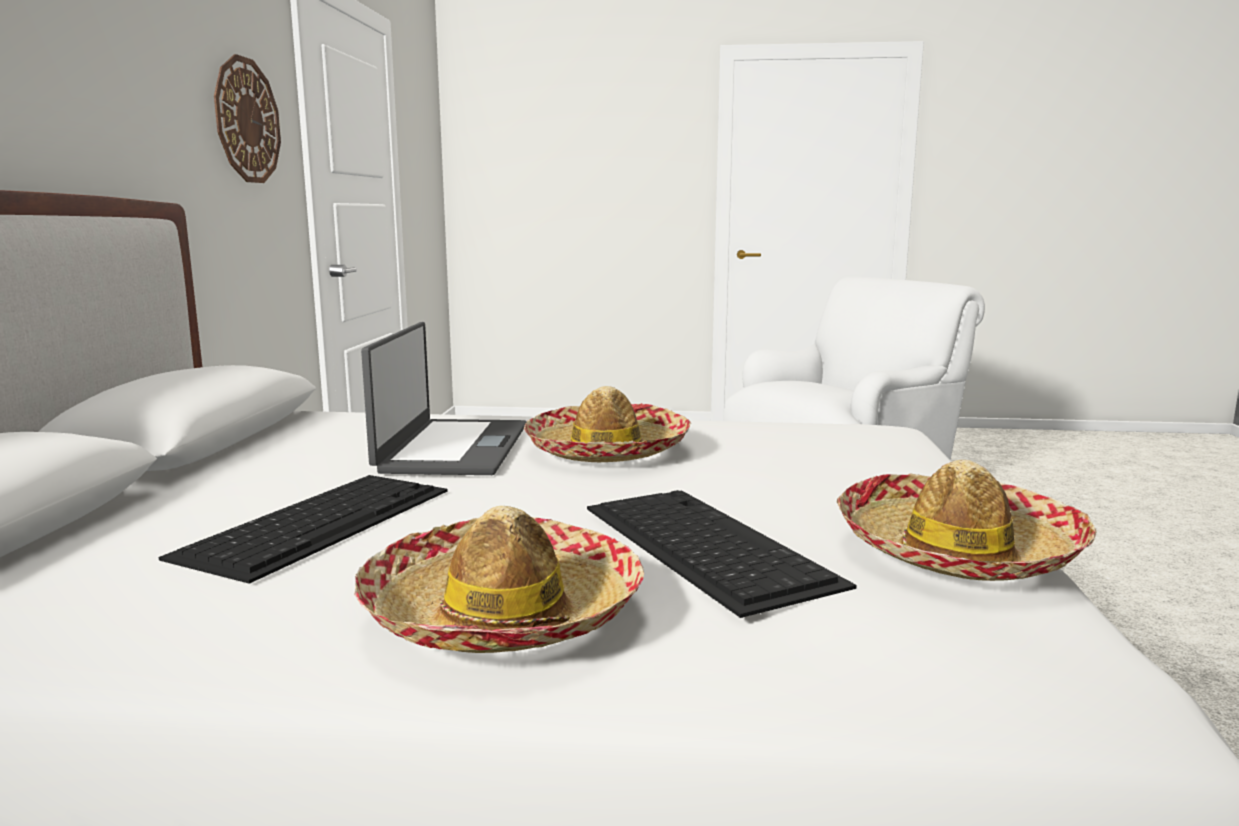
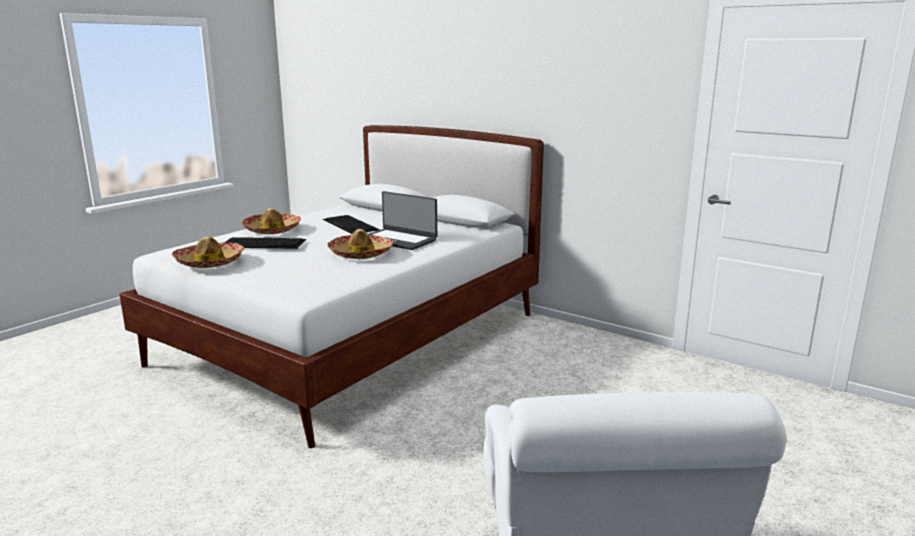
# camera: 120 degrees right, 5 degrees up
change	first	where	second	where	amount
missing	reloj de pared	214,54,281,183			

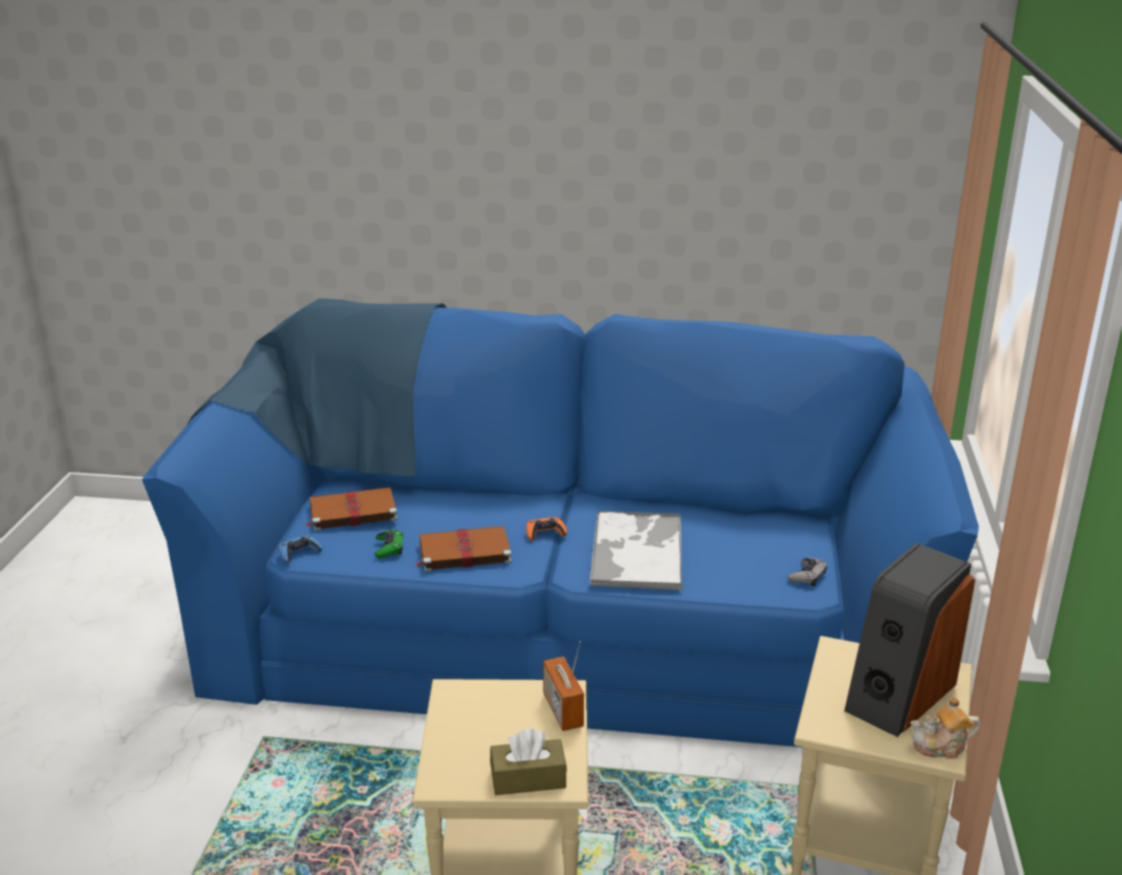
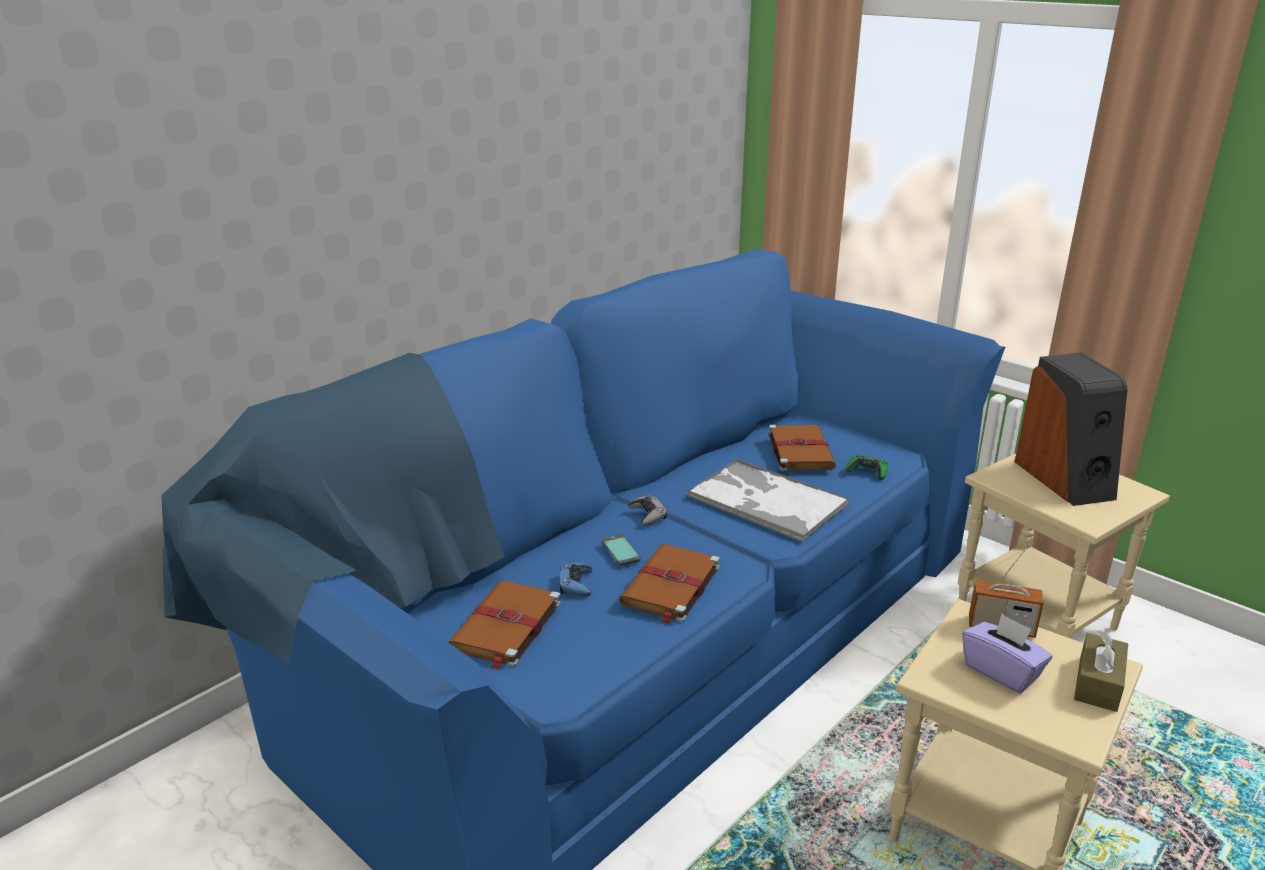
# camera: 55 degrees left, 0 degrees up
change	first	where	second	where	amount
missing	mando de consola [naranja]	526,517,567,541			
relocated	mando de consola [verde]	375,529,403,558		846,455,888,480	
relocated	mando de consola [azul]	278,535,322,563		559,562,592,597	
relocated	mando de consola [gris]	787,558,827,586		628,495,667,526	
missing	tetera	910,696,980,759			
appeared			libro [marrón]	768,425,836,471	
appeared			móvil	602,534,641,566	
appeared			caja de pañuelos [morado]	962,614,1052,693	

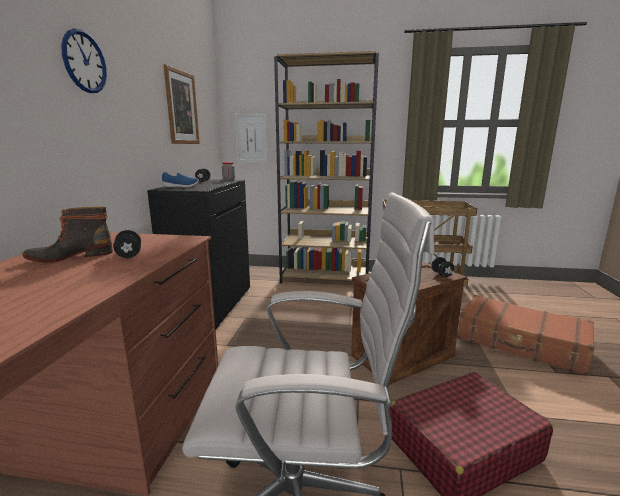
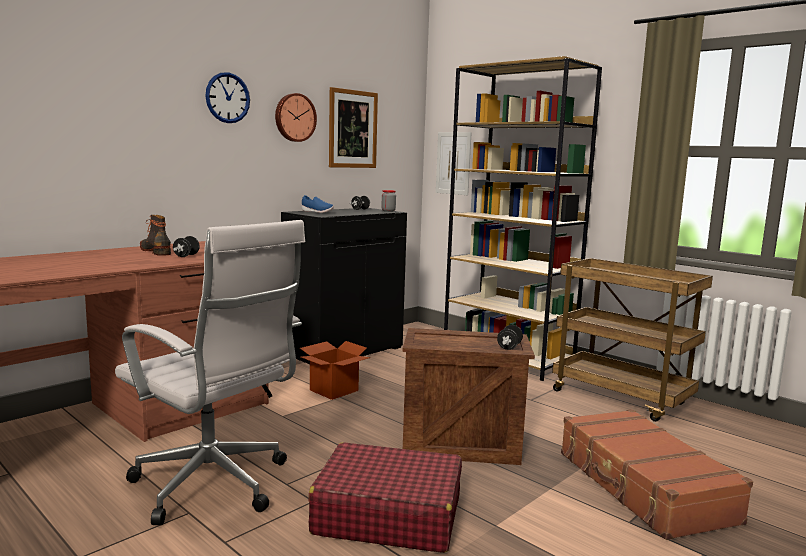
# camera: 35 degrees right, 5 degrees down
change	first	where	second	where	amount
spun	bota	22,207,113,263		140,215,171,256	45 degrees clockwise
appeared			reloj de pared	275,93,317,142	
appeared			caja de cartón	300,341,371,400	

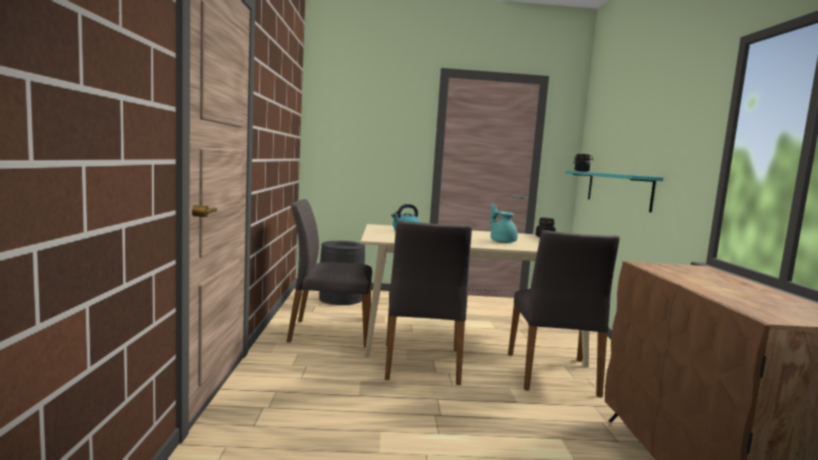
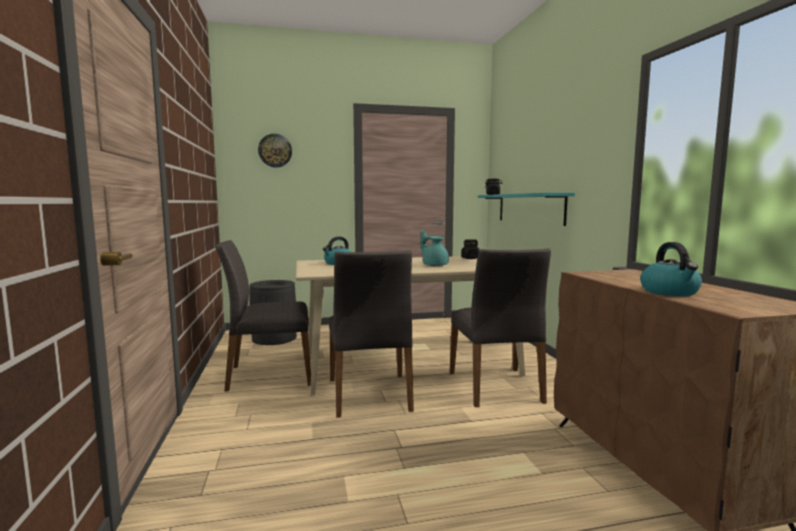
# camera: 10 degrees left, 0 degrees up
change	first	where	second	where	amount
appeared			reloj de pared	258,134,292,168	
appeared			hervidor	640,242,702,296	

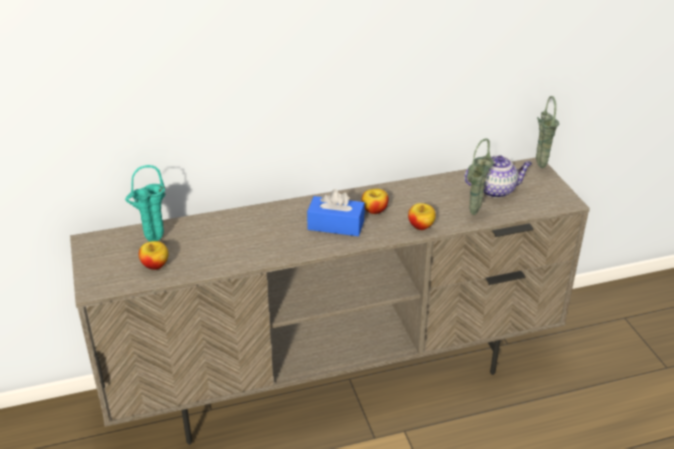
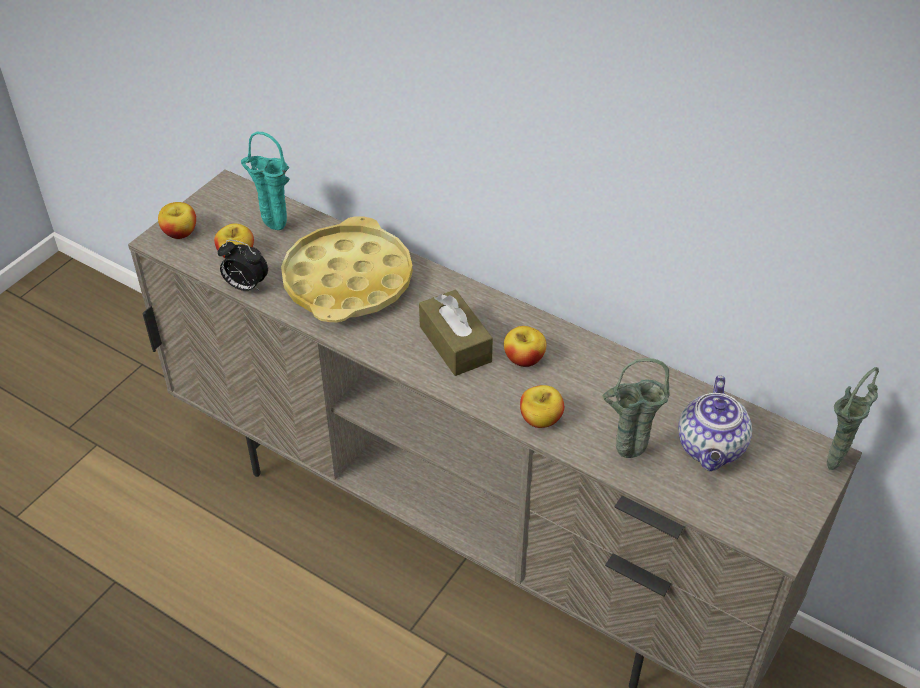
# camera: 50 degrees right, 10 degrees up
change	first	where	second	where	amount
spun	tetera	464,155,532,198		678,375,752,471	60 degrees clockwise
colour	caja de pañuelos [azul]	307,189,365,236	caja de pañuelos [marrón]	419,290,493,376	
appeared			manzana	158,202,196,239	
appeared			bandeja [amarillo]	281,216,413,323	
appeared			despertador	218,239,268,292	

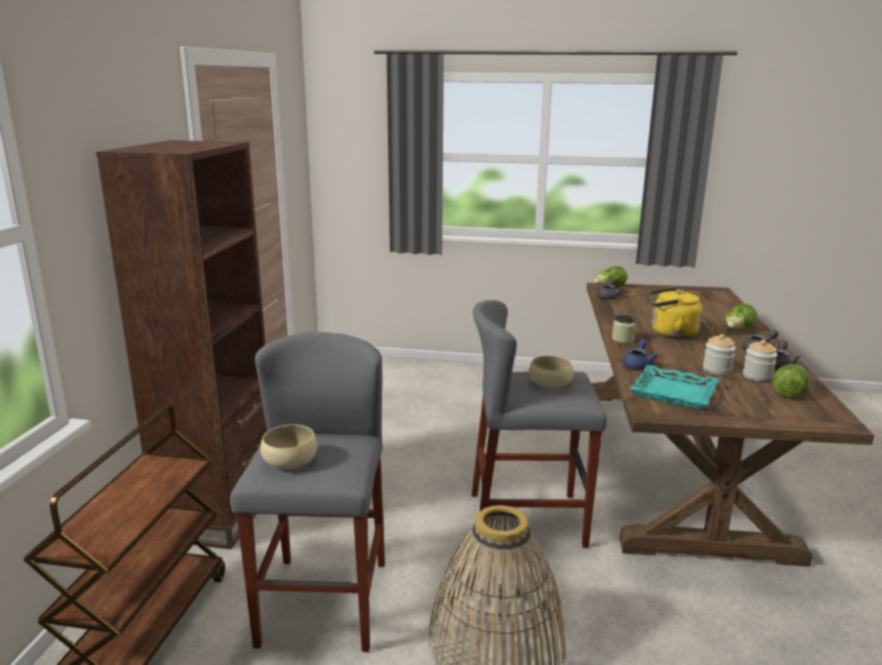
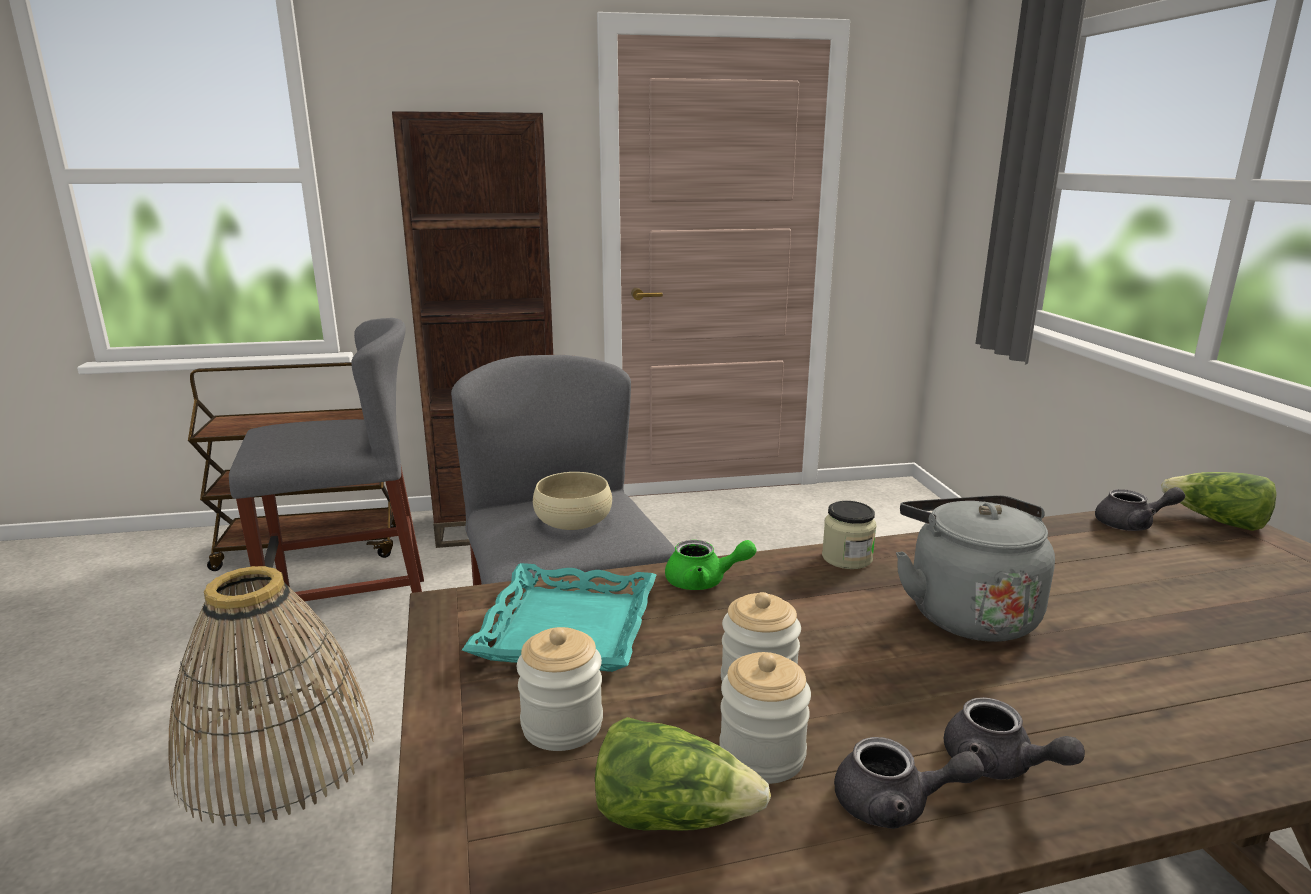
# camera: 70 degrees right, 0 degrees up
change	first	where	second	where	amount
colour	hervidor [amarillo]	650,287,702,339	hervidor [gris]	896,495,1055,642	
missing	lechuga	725,303,758,330			
colour	tetera [azul]	622,339,658,370	tetera [verde]	665,540,757,590	
missing	cuenco [beis]	260,425,318,469			
appeared			tarro	517,627,603,751	

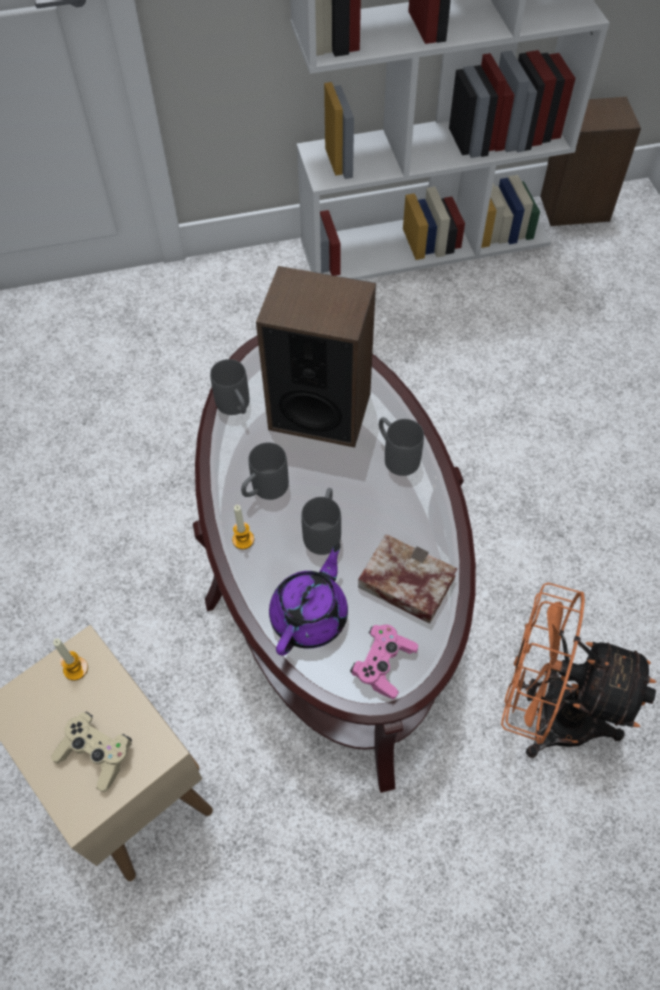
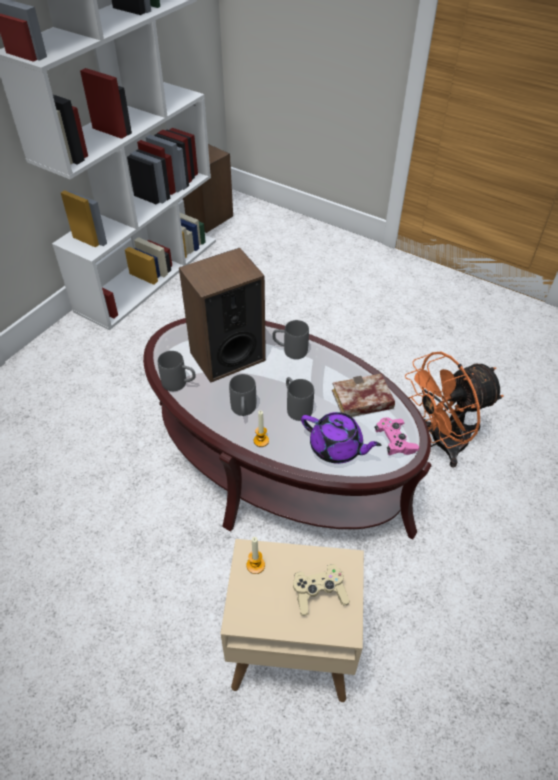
# camera: 45 degrees left, 10 degrees down
change	first	where	second	where	amount
spun	tetera [morado]	269,543,348,656		301,412,381,464	135 degrees clockwise

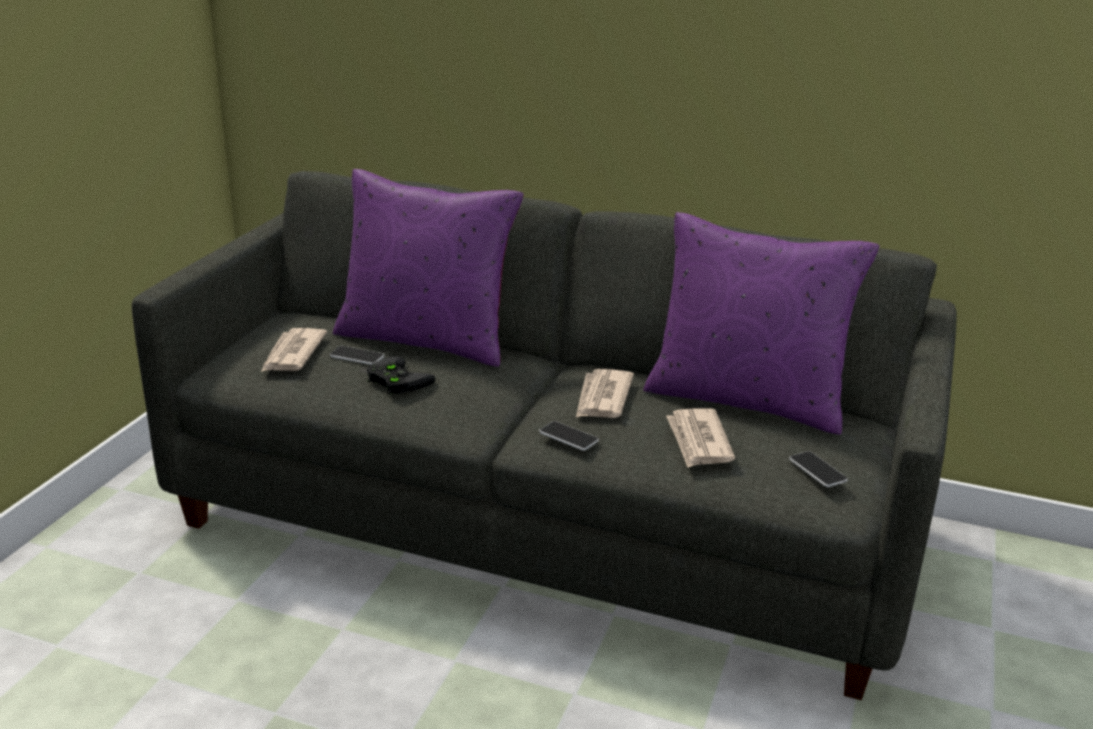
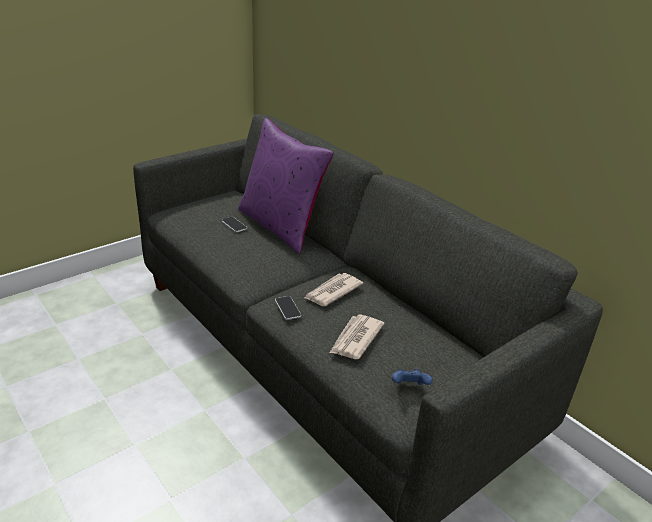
# camera: 30 degrees right, 5 degrees up
change	first	where	second	where	amount
missing	cojín [morado]	643,212,879,435			
missing	periódico	261,328,327,372			
missing	mando de consola [negro]	367,356,435,394			
exchanged	móvil	789,451,848,487	mando de consola [azul]	392,369,432,385	

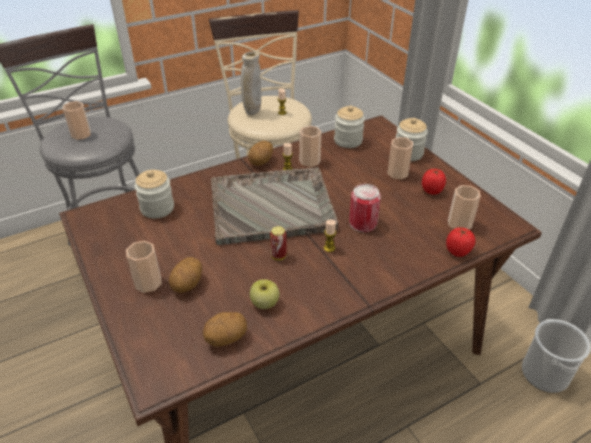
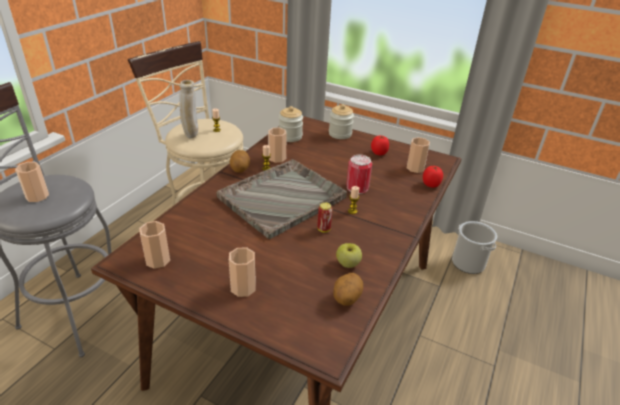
# camera: 35 degrees left, 5 degrees down
change	first	where	second	where	amount
relocated	taza	387,137,413,179		139,221,170,269	
missing	tarro	135,170,174,219			
missing	patata	169,257,202,293			

